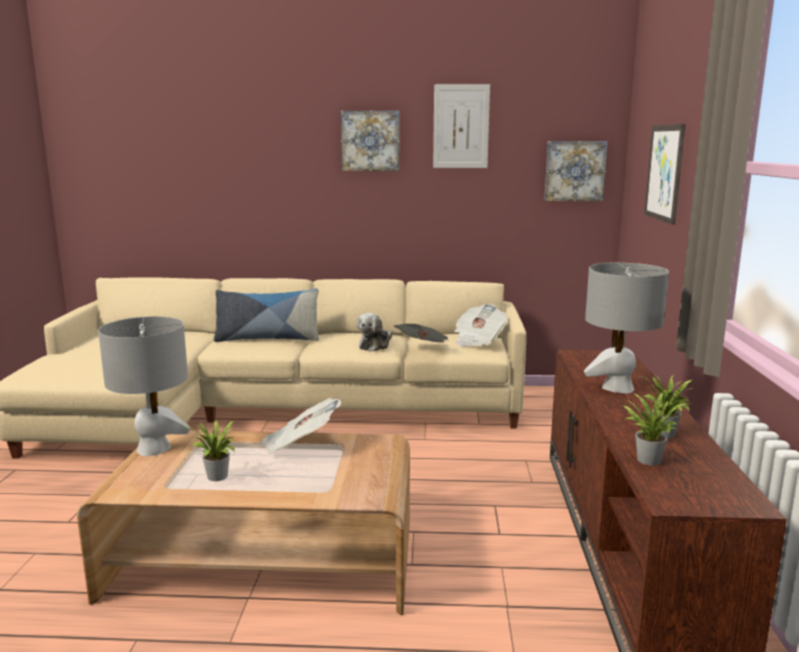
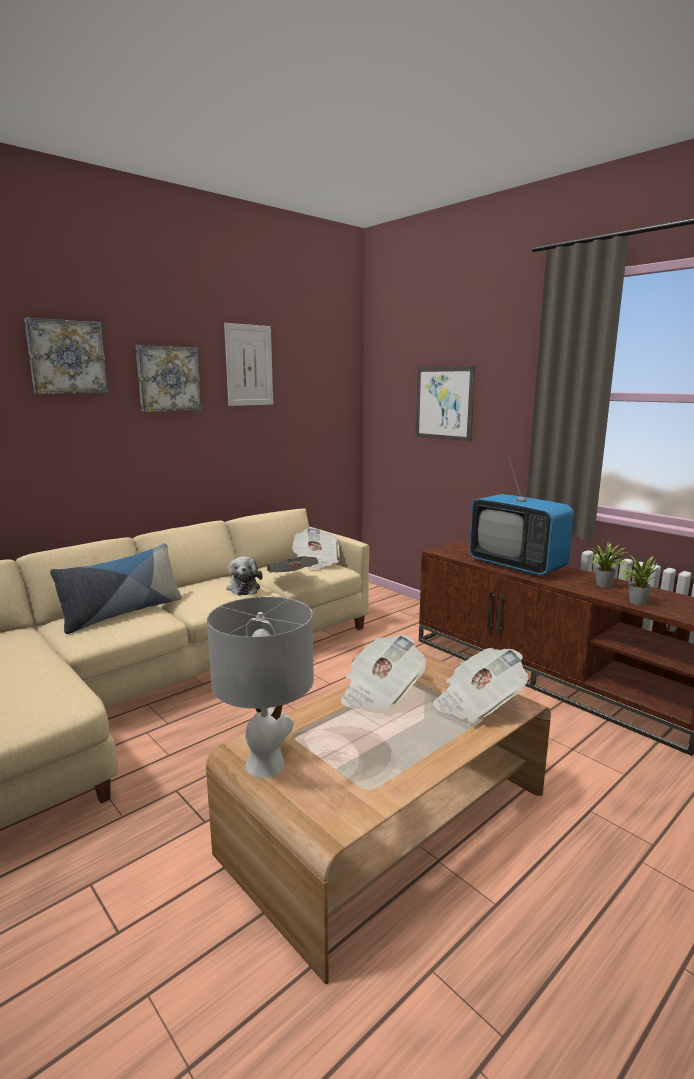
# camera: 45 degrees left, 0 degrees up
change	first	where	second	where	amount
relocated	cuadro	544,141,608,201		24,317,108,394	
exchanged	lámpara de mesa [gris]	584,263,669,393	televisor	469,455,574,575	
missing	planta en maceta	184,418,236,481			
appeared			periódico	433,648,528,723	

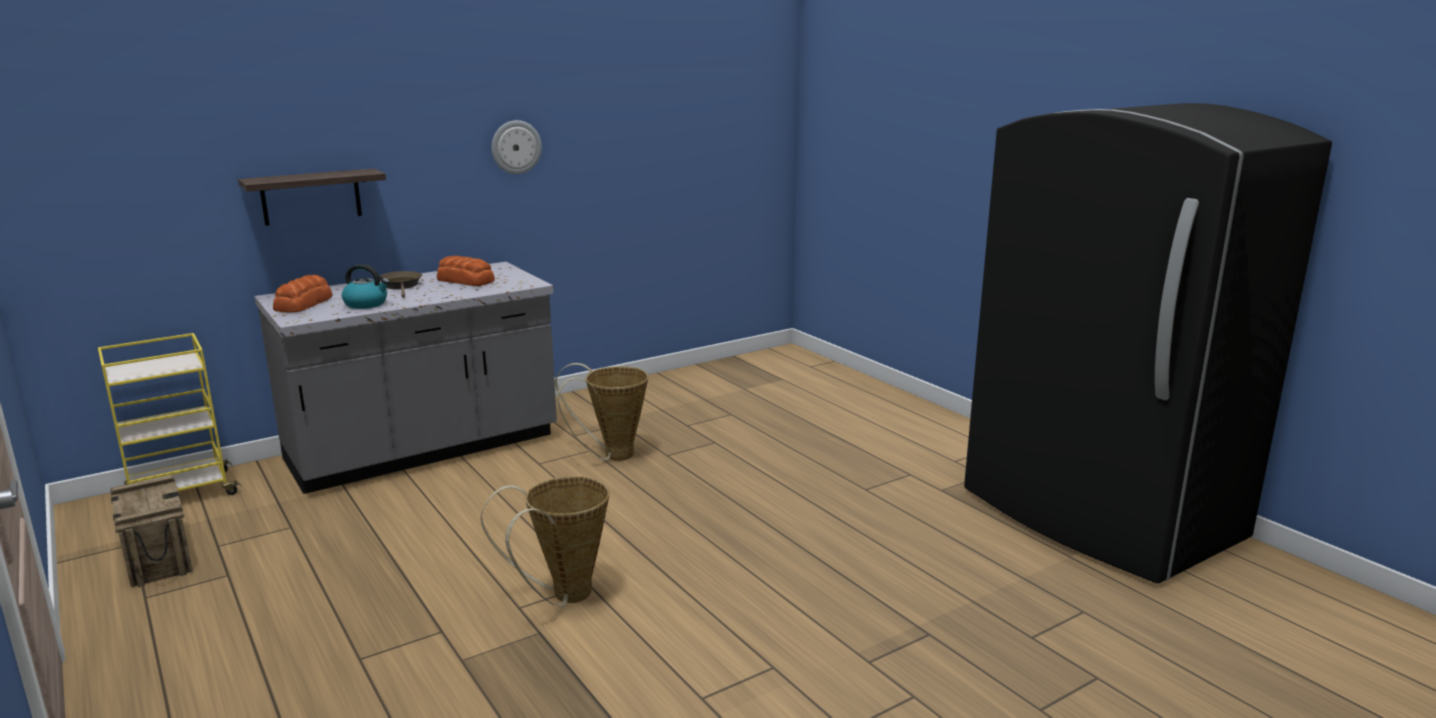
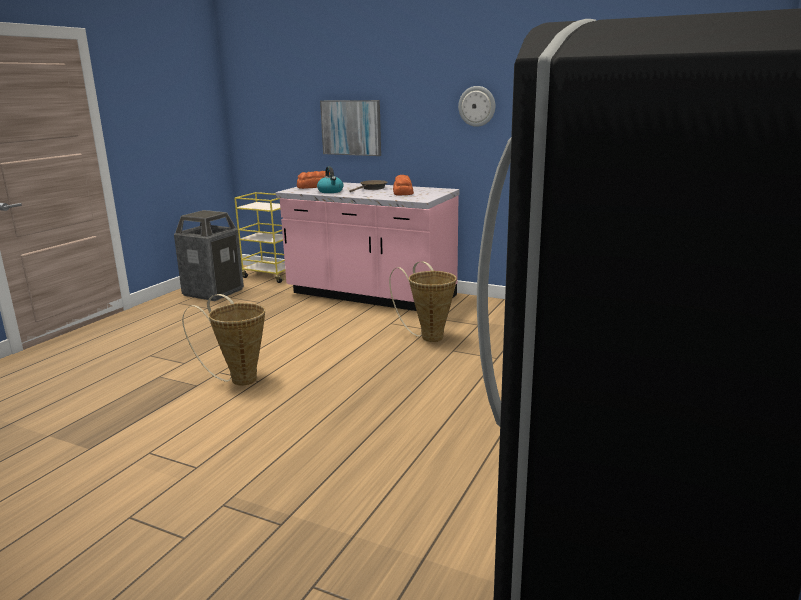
# camera: 60 degrees right, 0 degrees up
change	first	where	second	where	amount
exchanged	estante	238,168,386,226	cuadro	320,100,381,156	
colour	mueble bajo de cocina [gris]	254,262,557,494	mueble bajo de cocina [rosa]	276,182,460,311	
exchanged	caja de embalaje	110,475,193,587	papelera	174,210,244,301	

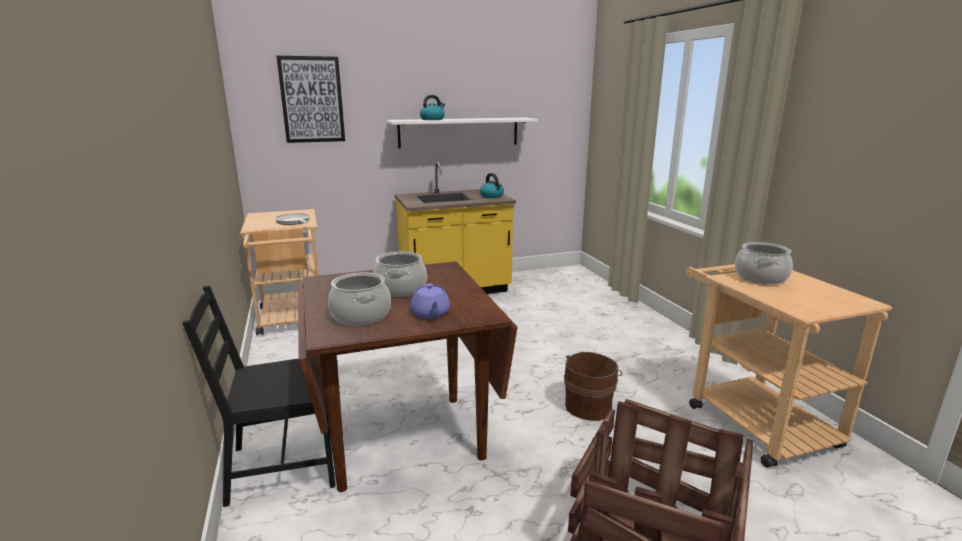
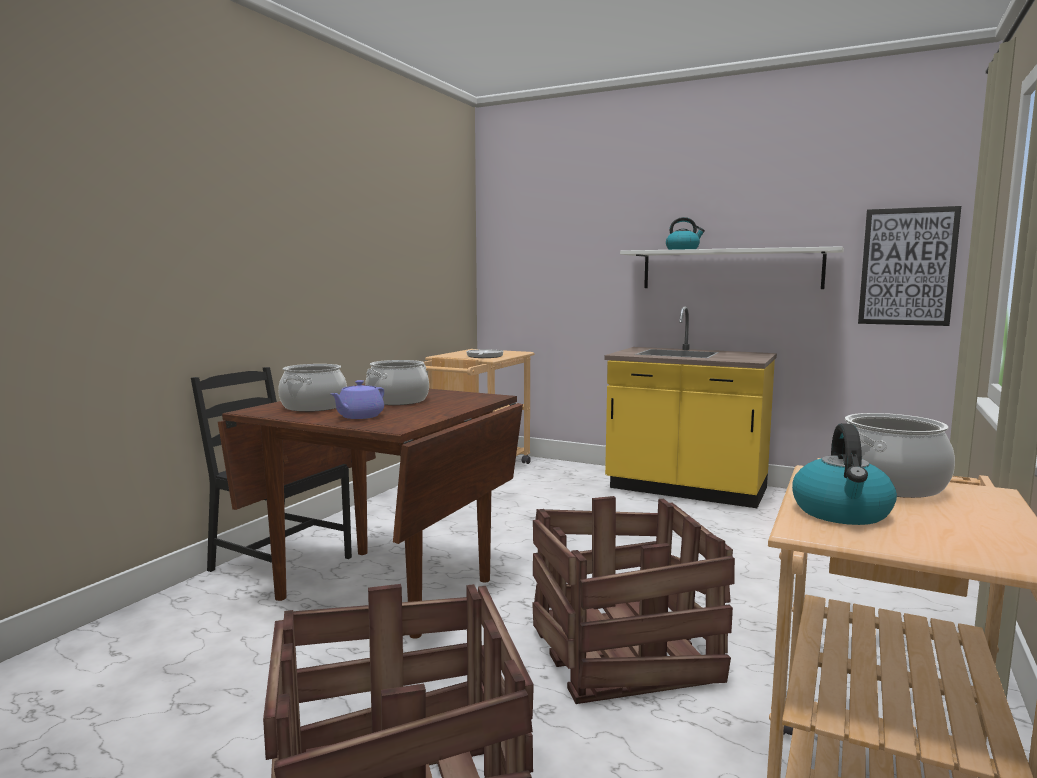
# camera: 45 degrees right, 10 degrees down
change	first	where	second	where	amount
relocated	cuadro	277,56,345,143		858,206,961,326	
relocated	hervidor	480,173,504,198		792,423,897,525	
exchanged	cubo [marrón]	564,352,622,421	caja de embalaje	532,496,735,704	

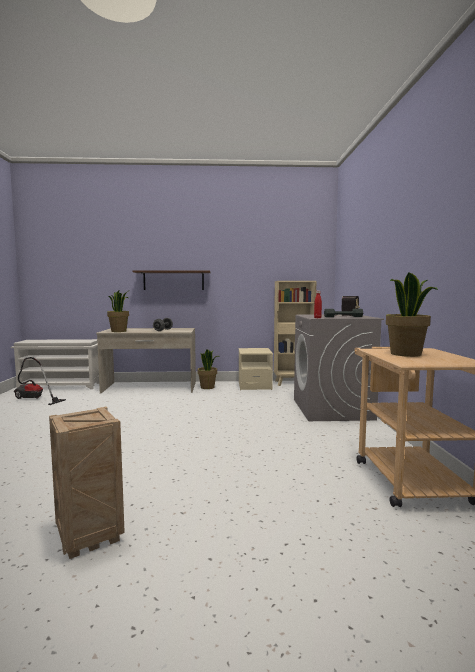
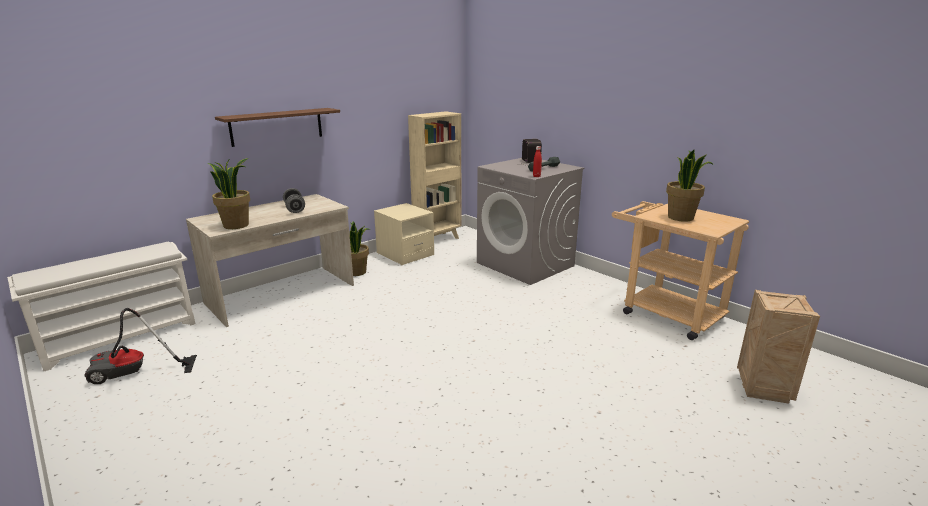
# camera: 40 degrees left, 15 degrees up
change	first	where	second	where	amount
relocated	caja de embalaje	49,406,125,559		737,290,820,404	

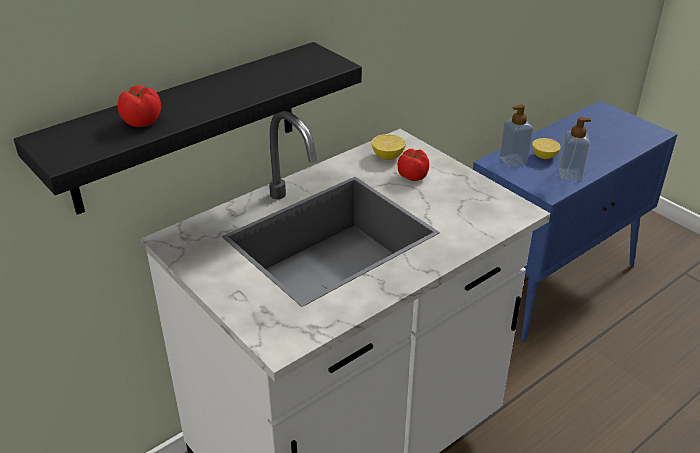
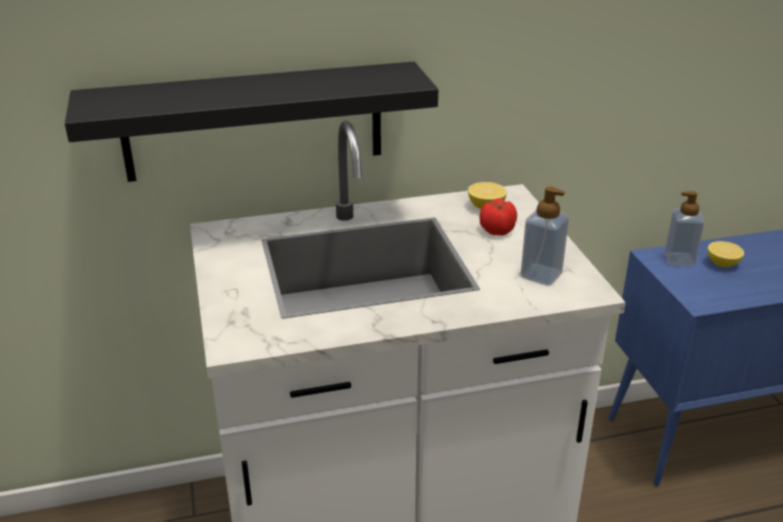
# camera: 25 degrees right, 5 degrees down
change	first	where	second	where	amount
missing	tomate	117,85,161,127			
relocated	dispensador de jabón	558,117,591,180		520,187,569,286	

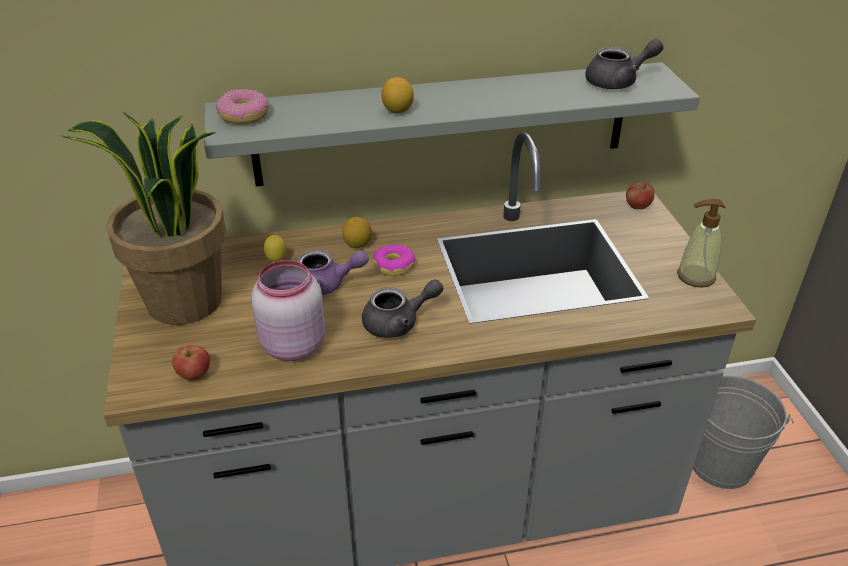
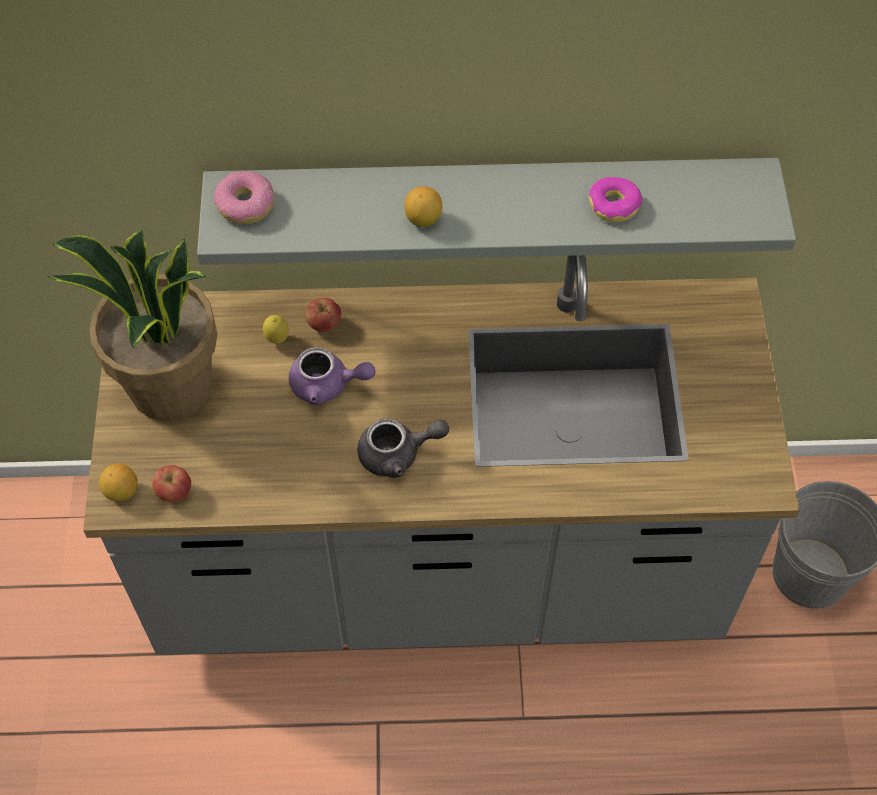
# camera: 10 degrees right, 20 degrees up
change	first	where	second	where	amount
missing	tetera [gris]	585,39,664,89			
relocated	manzana	626,182,655,209		305,298,341,332	
missing	dispensador de jabón	677,199,726,288			
relocated	limón	342,217,372,248		99,463,138,502	
relocated	rosquilla	373,245,416,276		589,177,642,222	
missing	tarro [rosa]	251,260,326,361			

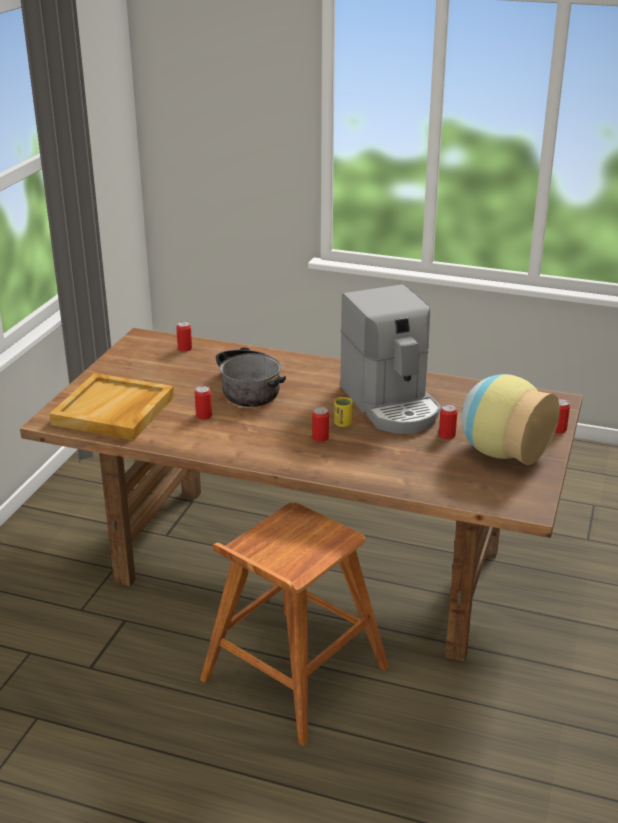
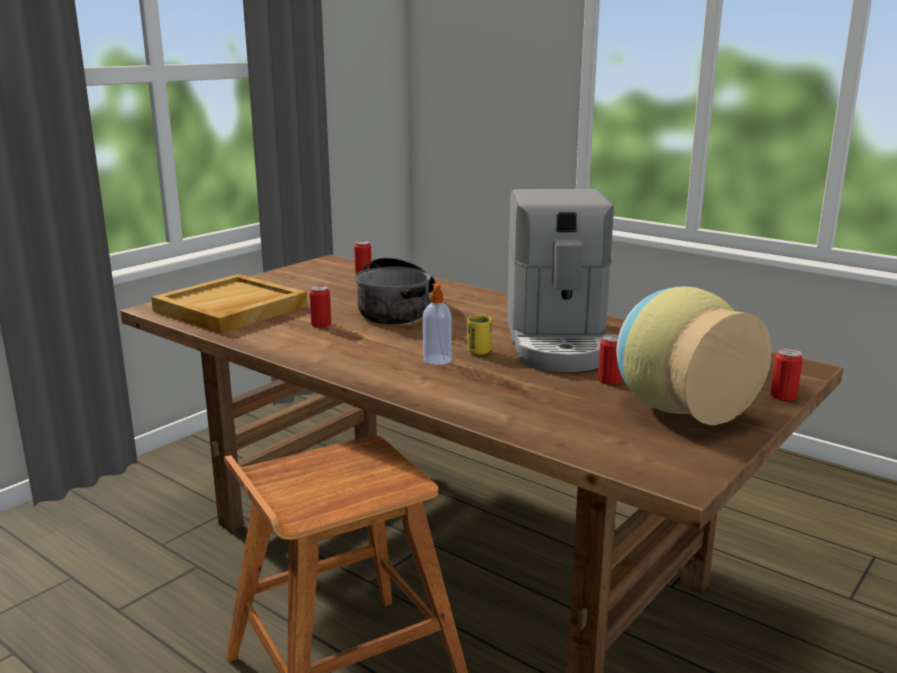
# camera: 20 degrees right, 10 degrees down
change	first	where	second	where	amount
exchanged	lata	312,407,329,442	dispensador de jabón	423,283,452,365	

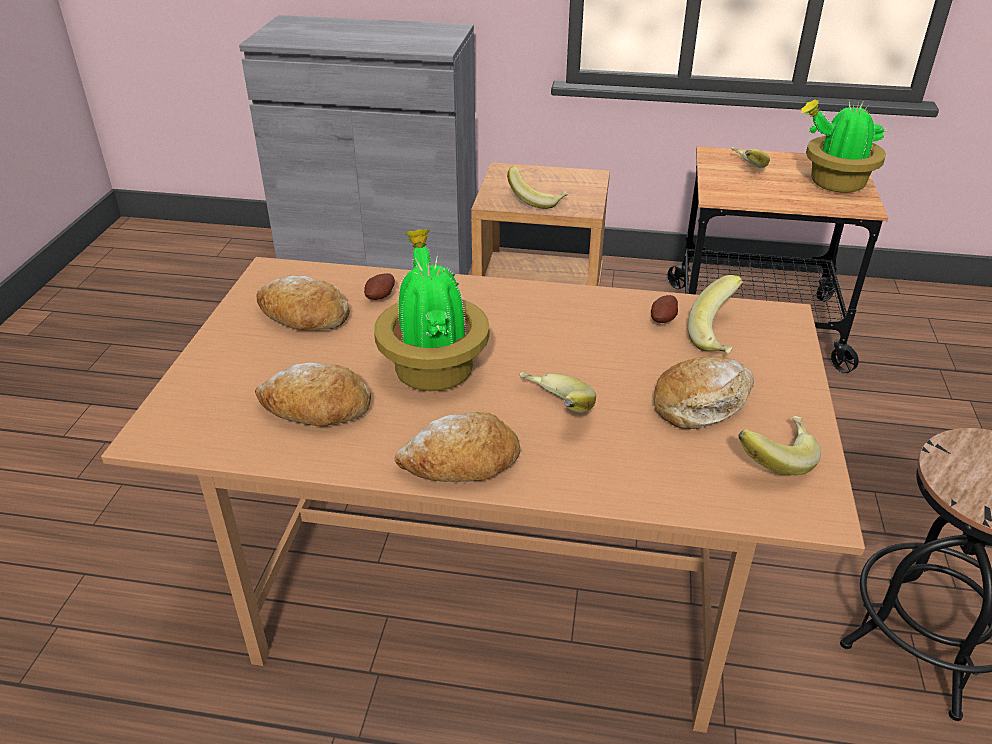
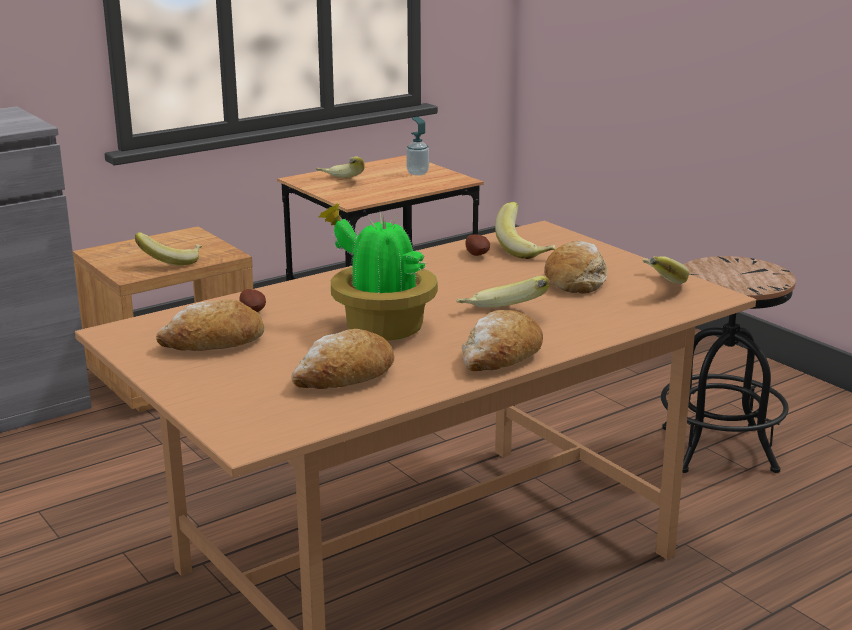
# camera: 45 degrees left, 15 degrees down
change	first	where	second	where	amount
exchanged	planta en maceta	800,99,886,193	dispensador de jabón	406,117,429,175	

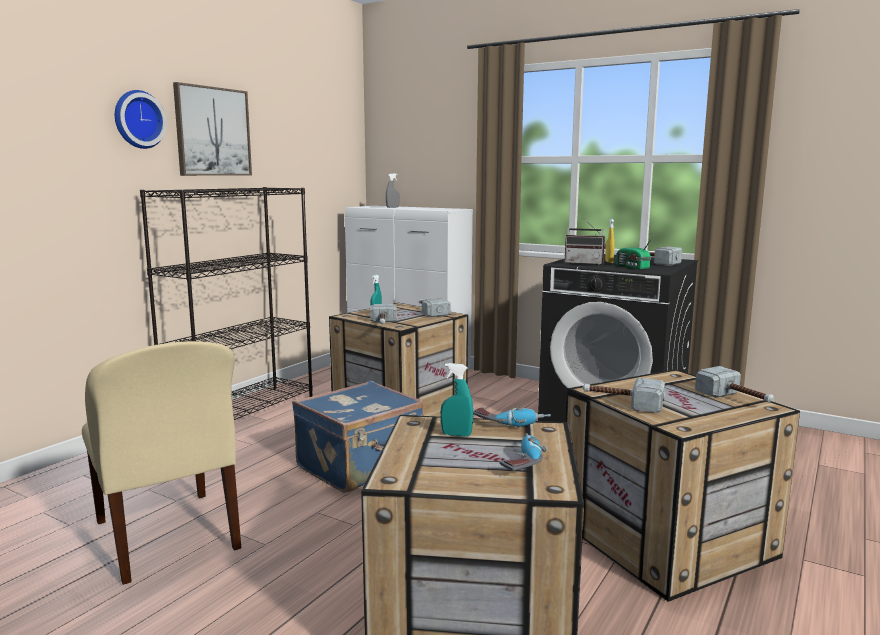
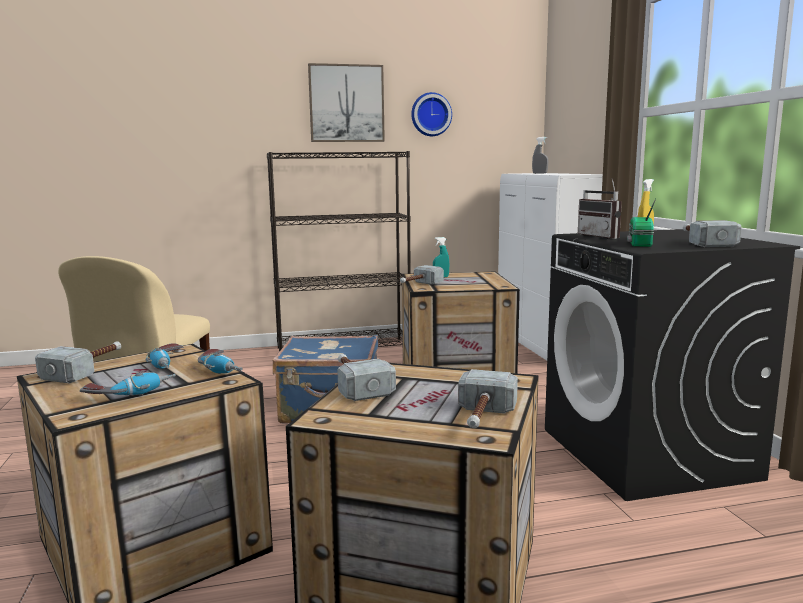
# camera: 45 degrees right, 0 degrees up
change	first	where	second	where	amount
relocated	reloj de pared	115,90,167,149		411,92,452,136	
relocated	martillo	419,299,451,317		35,341,121,384	
exchanged	pulverizador [turquesa]	441,363,473,437	taladro	145,343,183,369	

